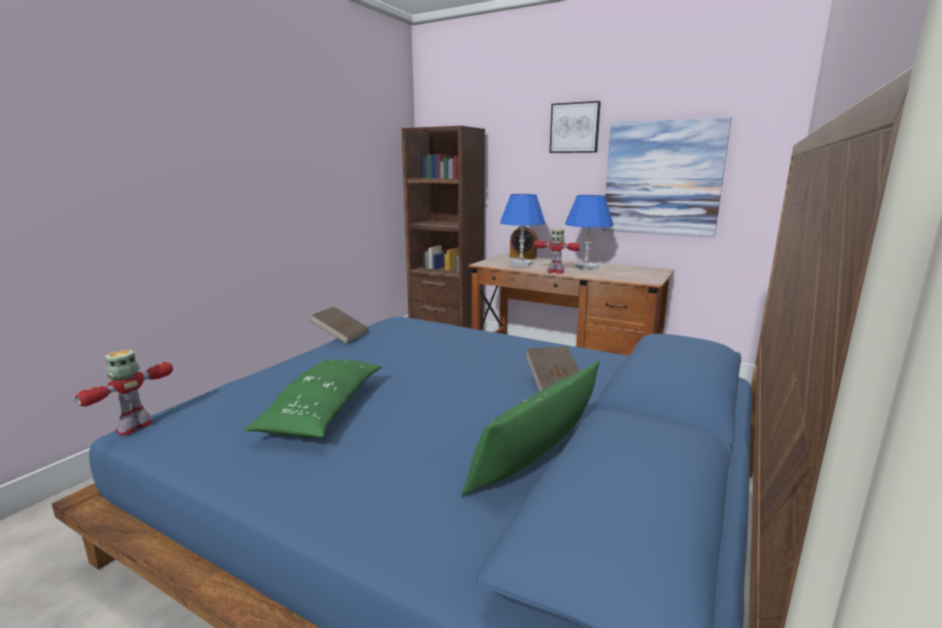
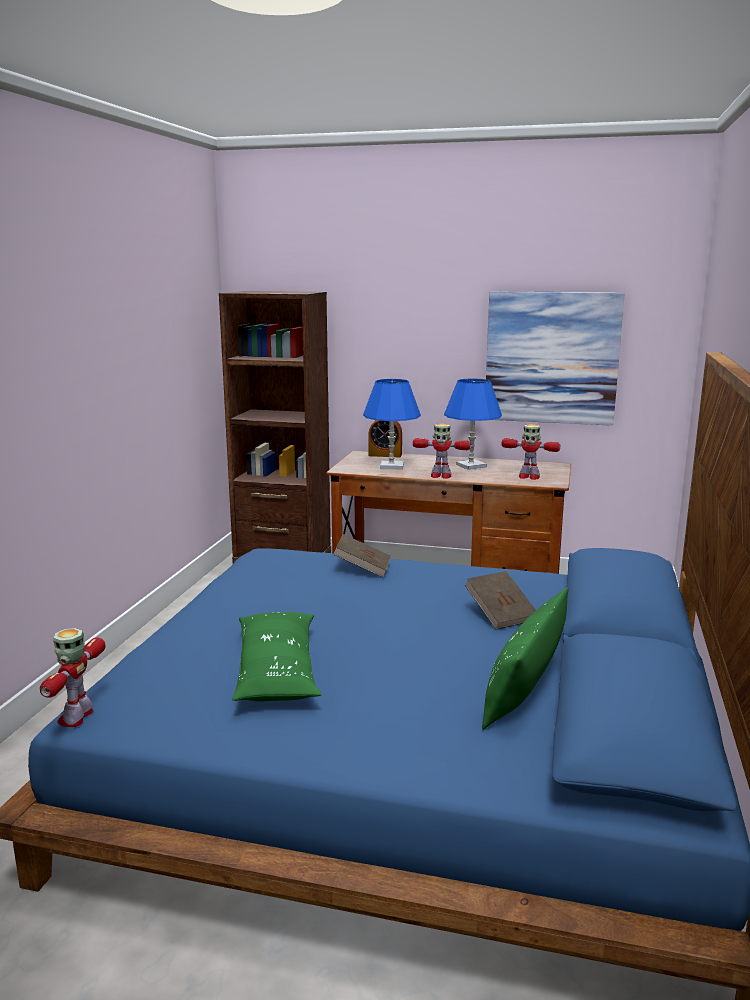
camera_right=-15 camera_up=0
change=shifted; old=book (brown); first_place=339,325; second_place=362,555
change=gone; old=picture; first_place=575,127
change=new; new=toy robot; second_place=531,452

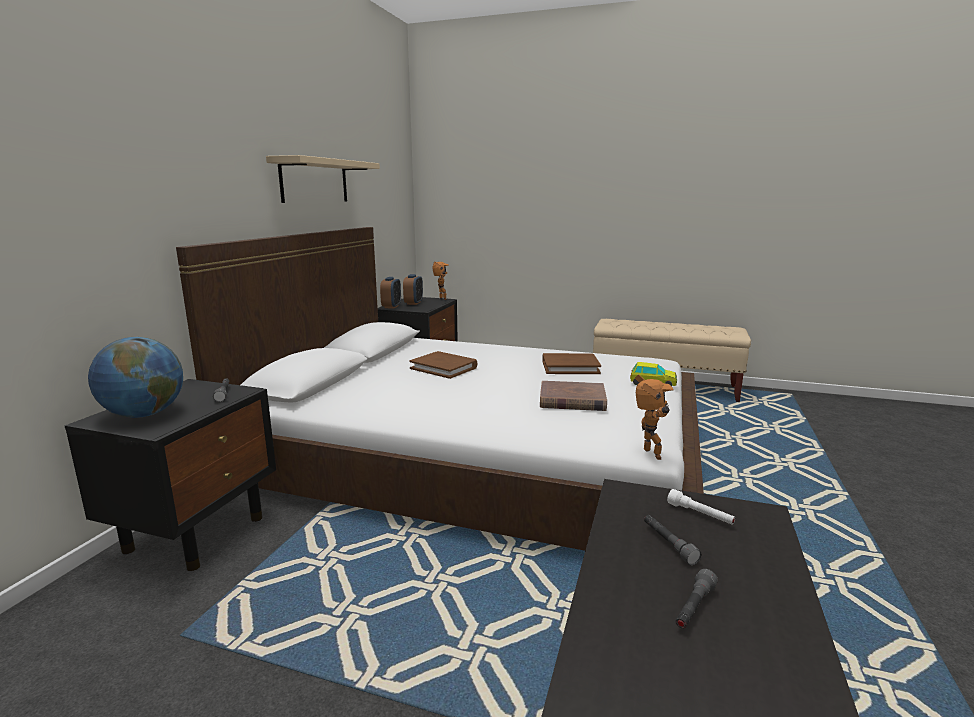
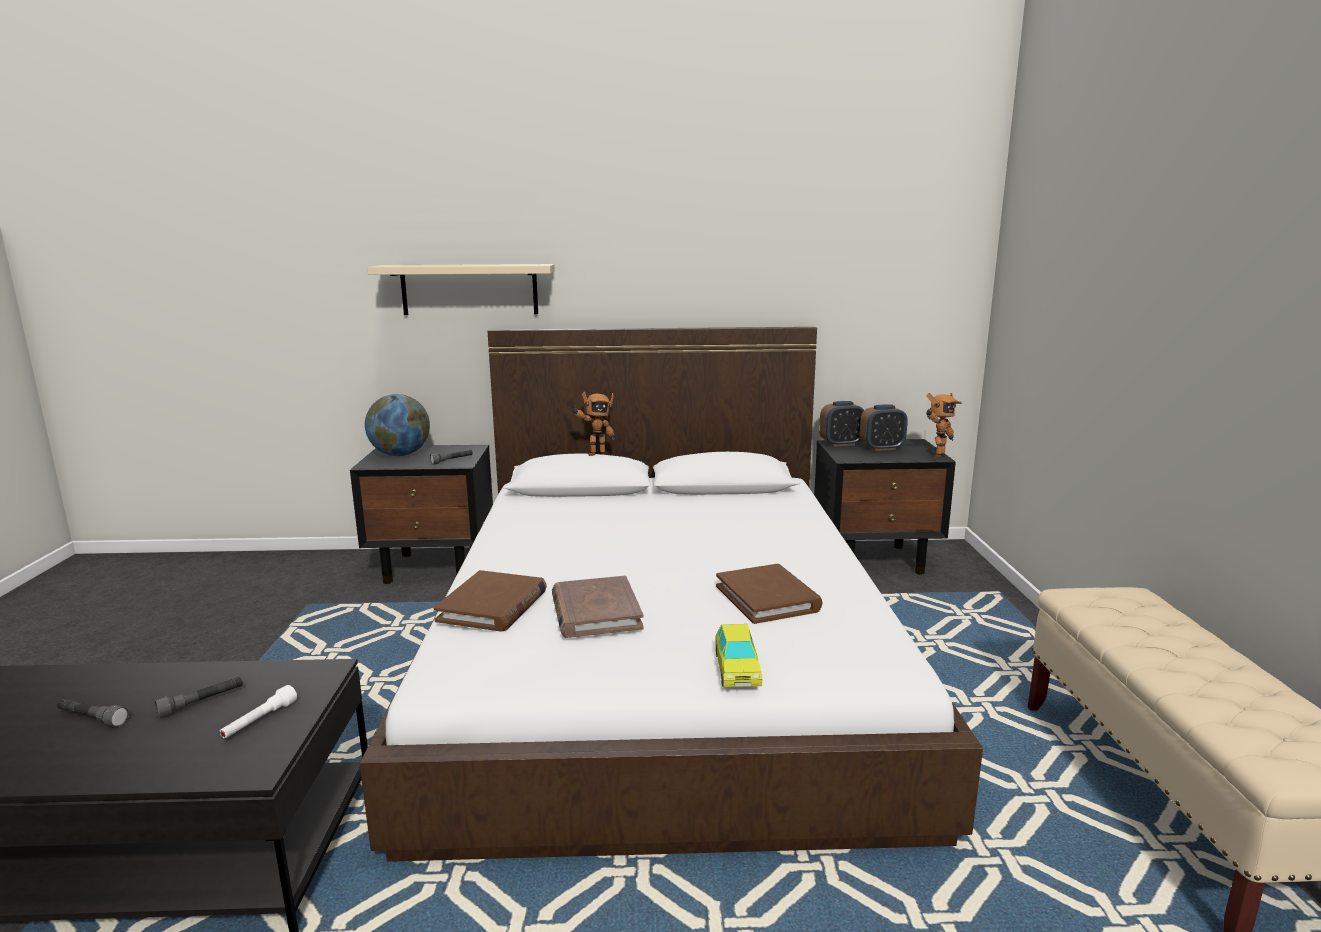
camera_right=70 camera_up=0
change=shifted; old=shelf (beige); first_place=323,179; second_place=461,289
change=shifted; old=book (brown); first_place=443,365; second_place=490,601
change=shifted; old=toy robot; first_place=654,417; second_place=593,424

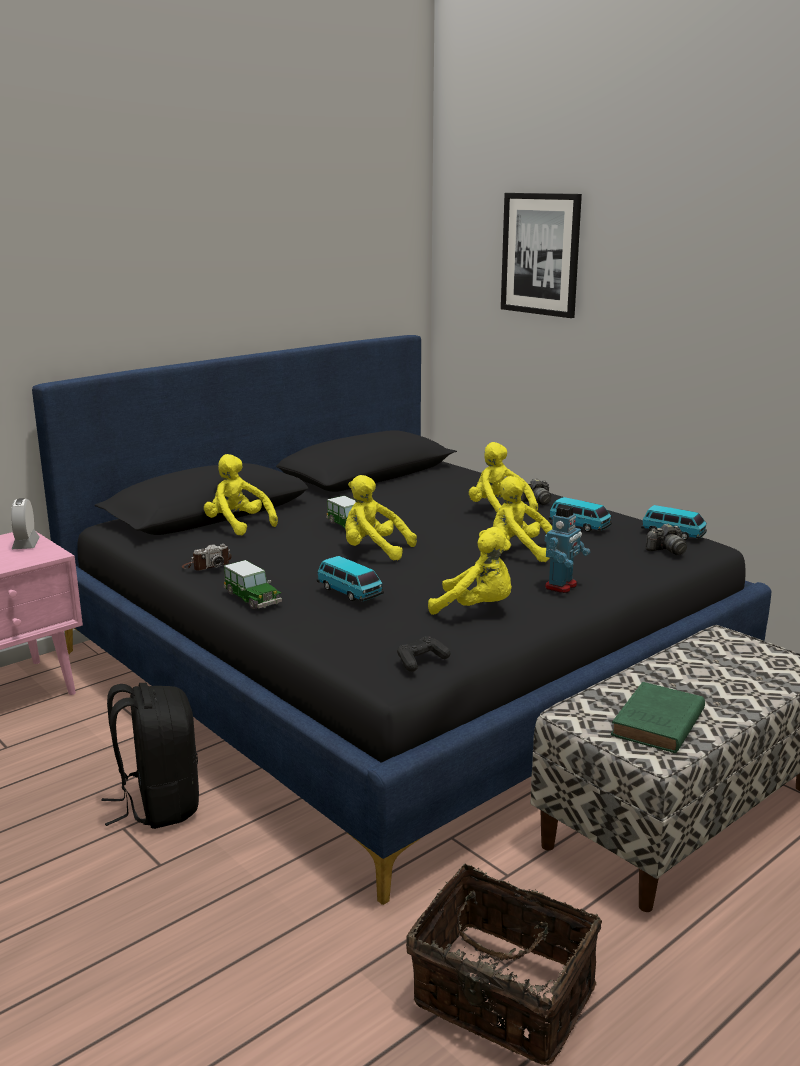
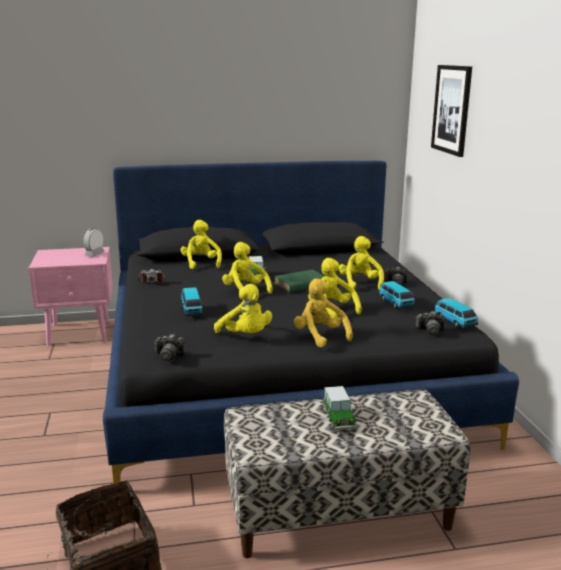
camera_right=30 camera_up=0
change=gone; old=backpack (black); first_place=150,756
change=shifted; old=toy car; first_place=253,584; second_place=340,408
change=swapped; old=game controller (black); new=photo camera; first_place=424,654; second_place=170,347
change=swapped; old=toy robot; new=plush toy (yellow); first_place=567,549; second_place=323,313
change=shifted; old=book (green); first_place=658,717; second_place=299,281

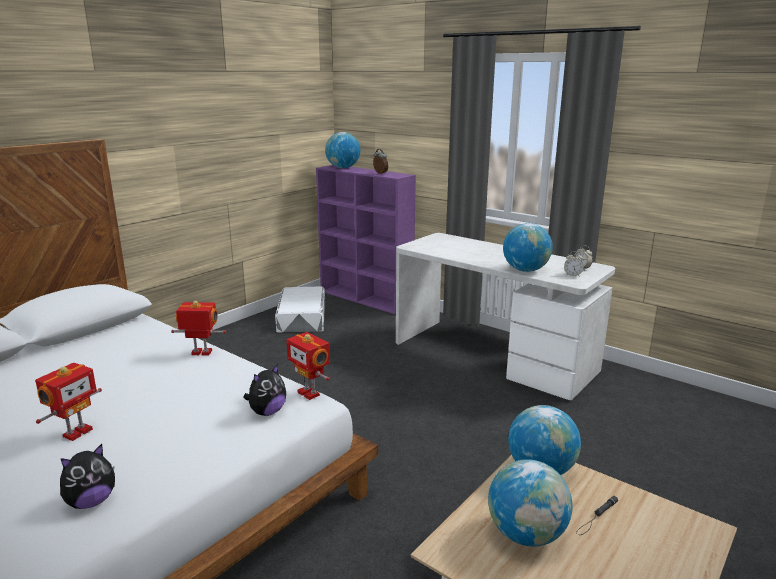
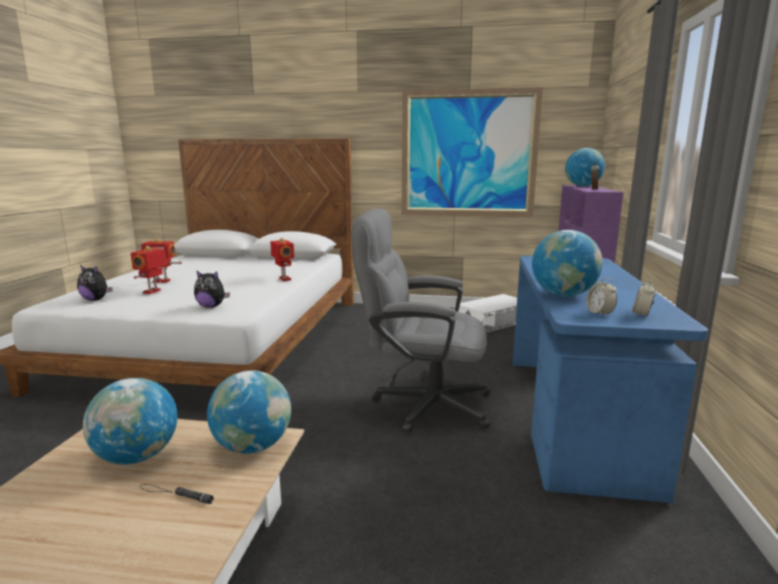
camera_right=60 camera_up=-5
change=shifted; old=toy robot; first_place=308,366; second_place=149,270
change=repainted; old=desk (white); new=desk (blue); first_place=505,316; second_place=610,379
change=new; new=office chair (grey); second_place=420,320
change=new; new=picture; second_place=472,152

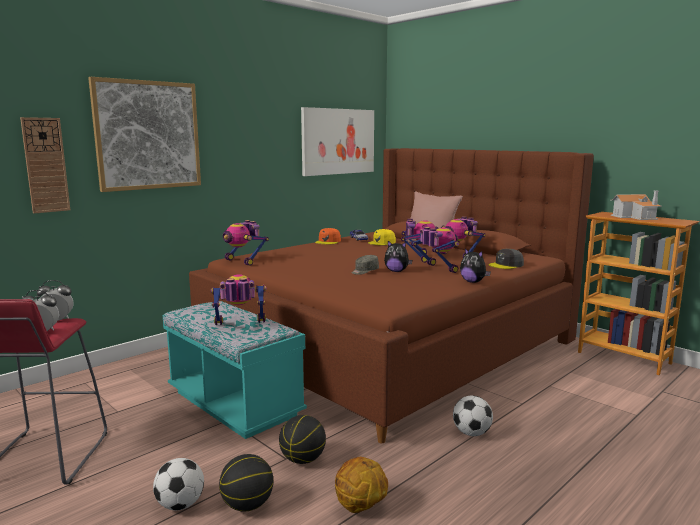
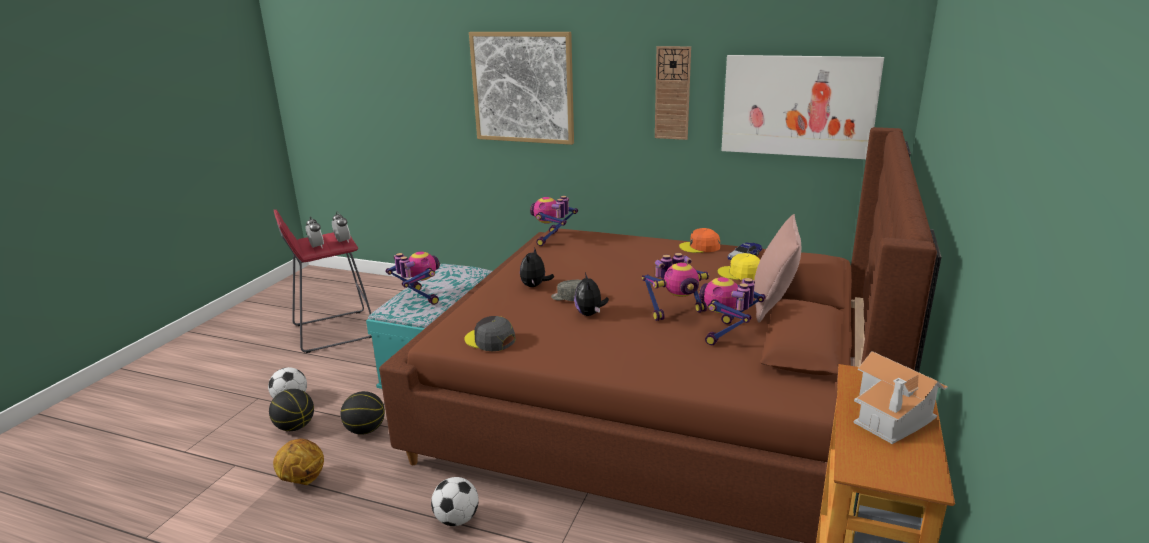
camera_right=65 camera_up=10
change=shifted; old=wall clock; first_place=45,165; second_place=673,93
change=gone; old=toy robot; first_place=435,250
change=shifted; old=plush toy; first_place=475,265; second_place=537,267
change=shifted; old=cap (grey); first_place=506,259; second_place=490,333

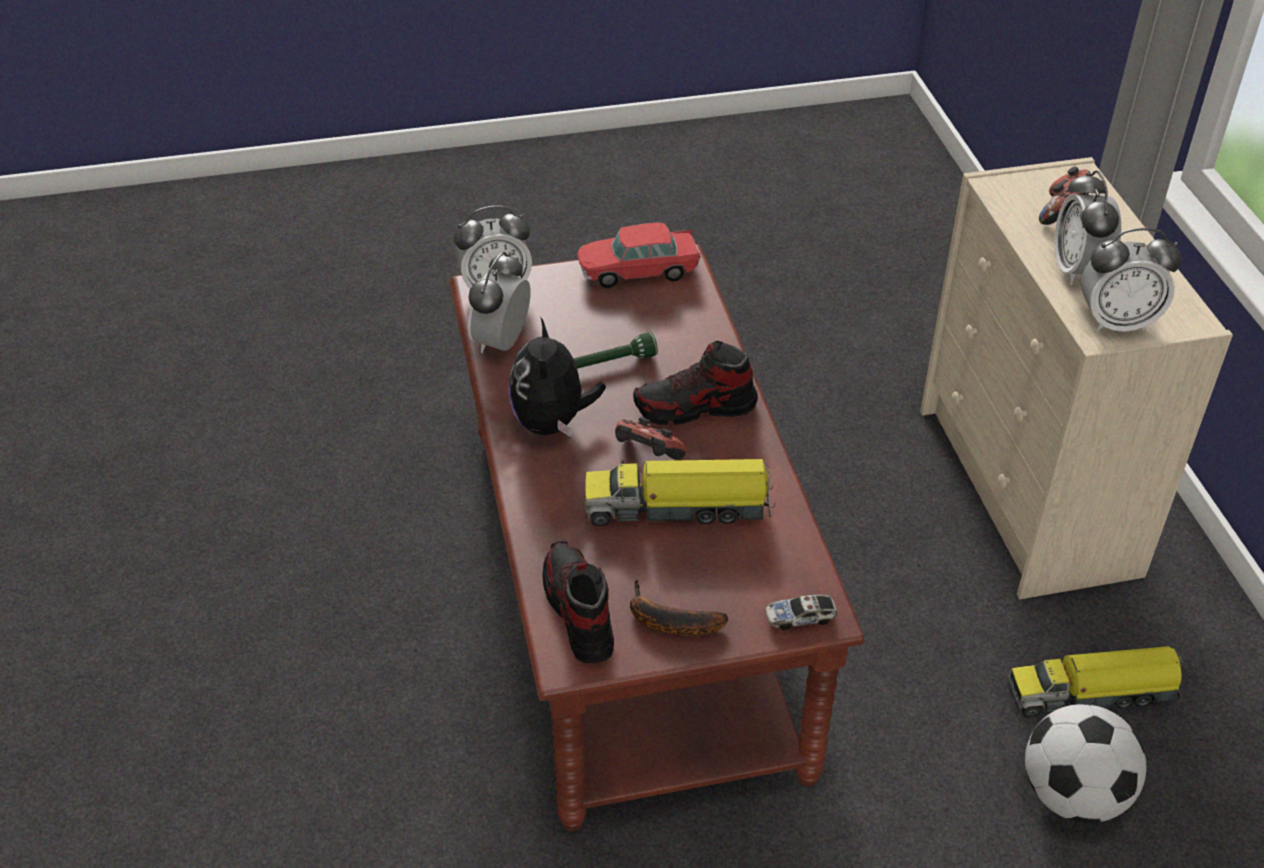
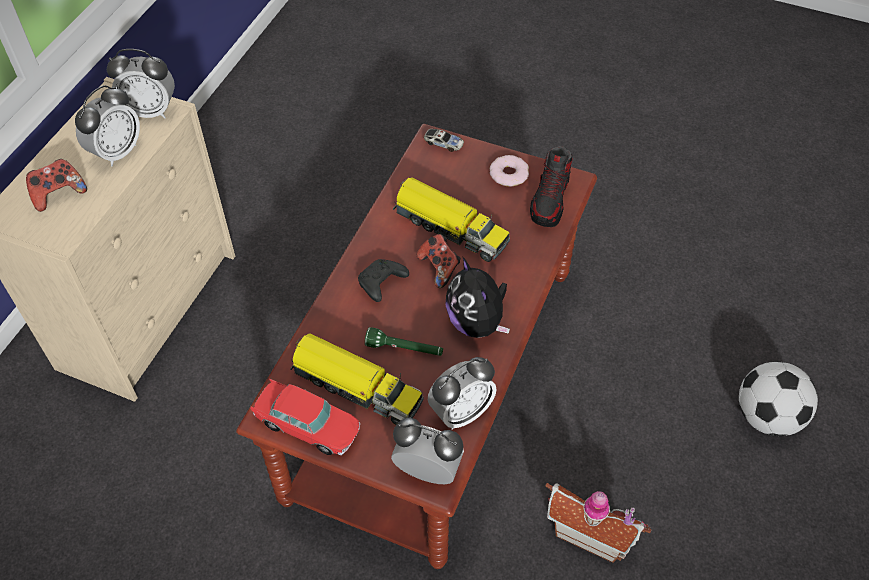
camera_right=-145 camera_up=10
change=rotated; old=plush toy; first_place=557,376; second_place=477,297; degrees=120
change=swapped; old=banana; new=donut; first_place=679,607; second_place=509,171
change=swapped; old=shoe; new=game controller (black); first_place=695,383; second_place=383,280
change=shifted; old=toy truck; first_place=1095,681; second_place=357,379
change=shifted; old=football; first_place=1085,763; second_place=778,398
change=rotated; old=alarm clock; first_place=1131,280; second_place=141,83; degrees=150
change=new; new=toy house; second_place=598,523

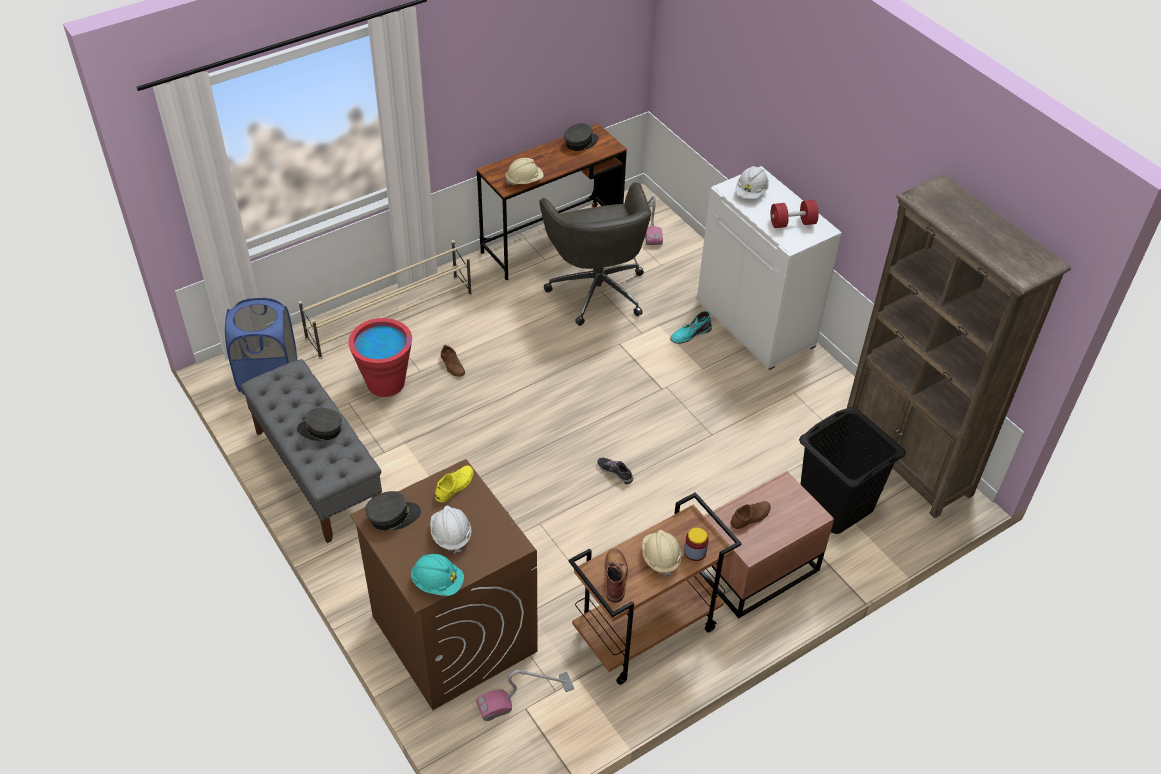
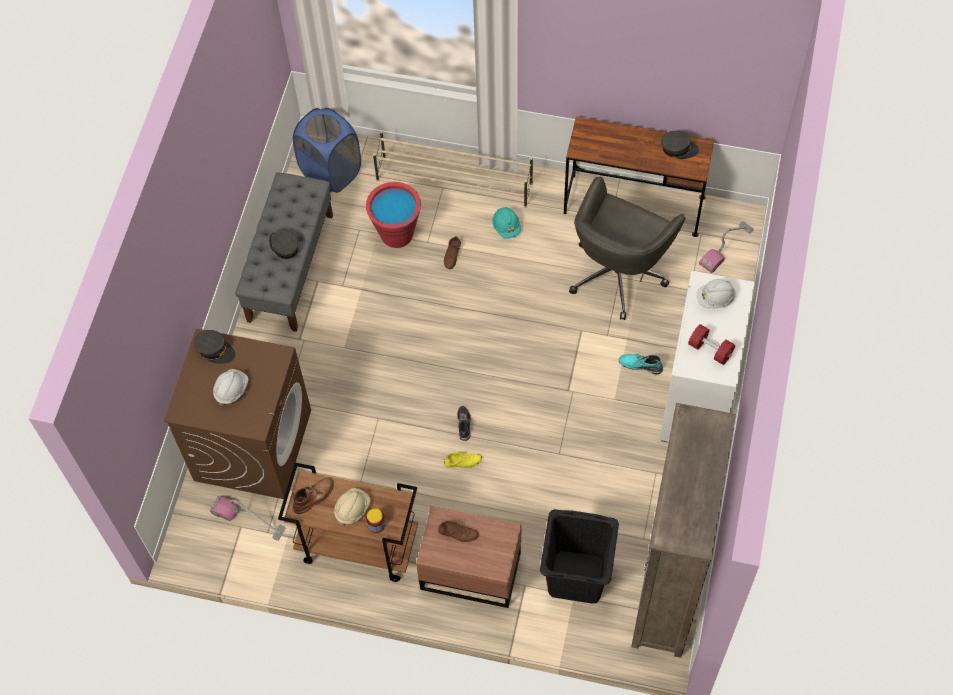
camera_right=50 camera_up=15
change=shifted; old=hard hat (turquoise); first_place=437,575; second_place=506,223
change=shifted; old=shoe (yellow); first_place=454,484; second_place=463,460
change=gone; old=hard hat (beige); first_place=525,171

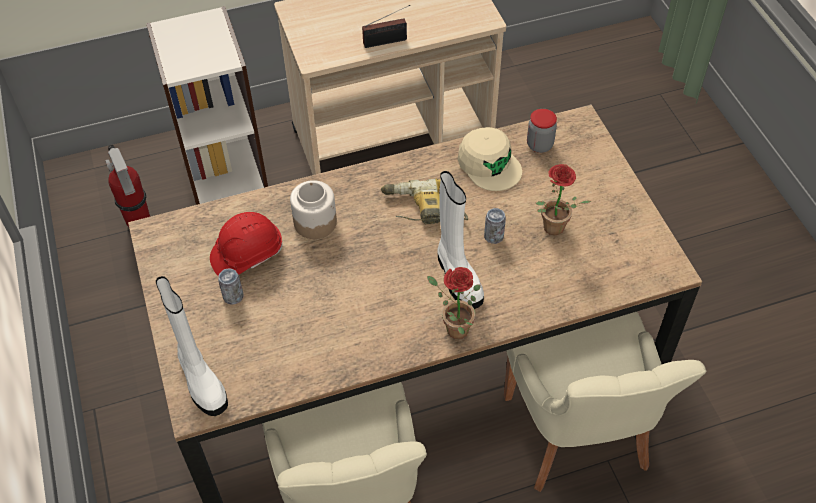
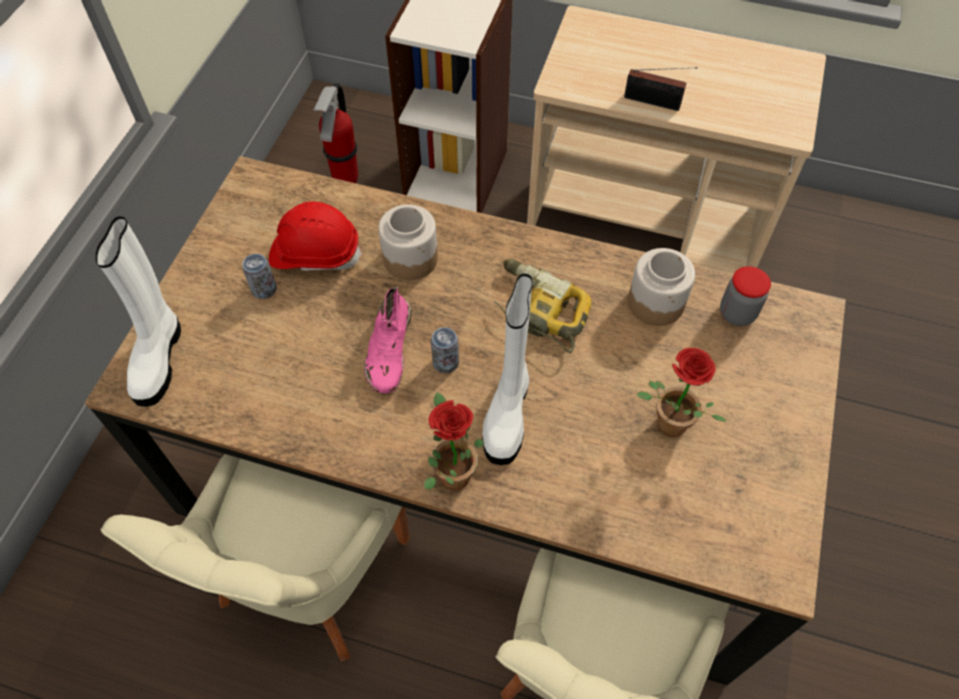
camera_right=35 camera_up=5
change=swapped; old=cap (beige); new=jar; first_place=490,159; second_place=661,287
change=shifted; old=can; first_place=495,226; second_place=445,350
change=new; new=shoe (pink); second_place=388,340

